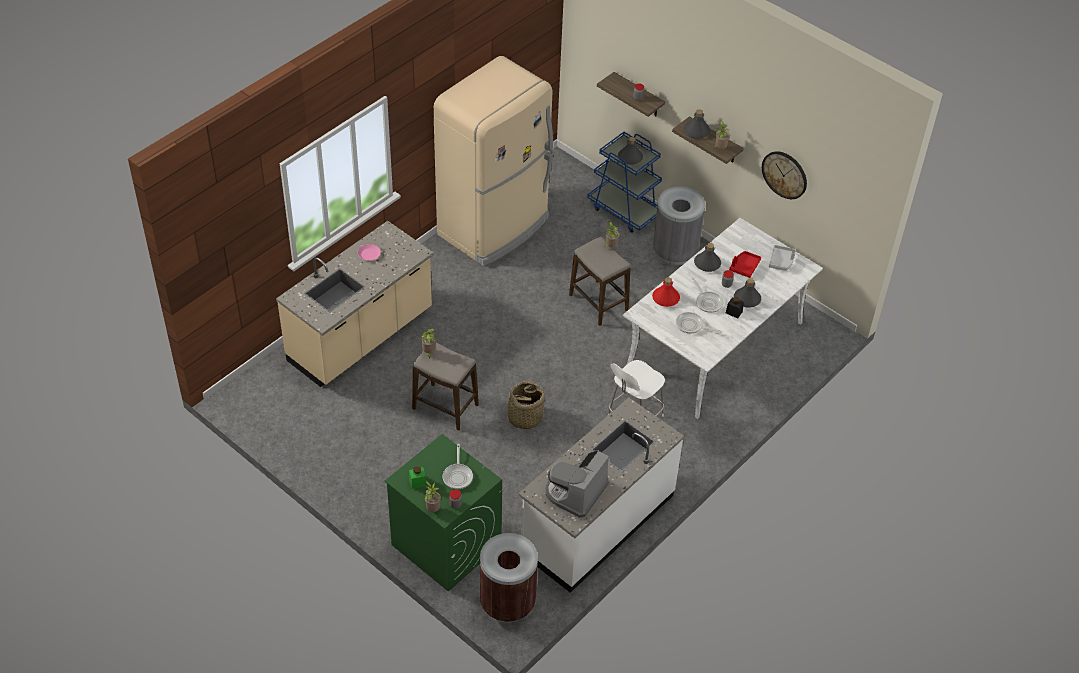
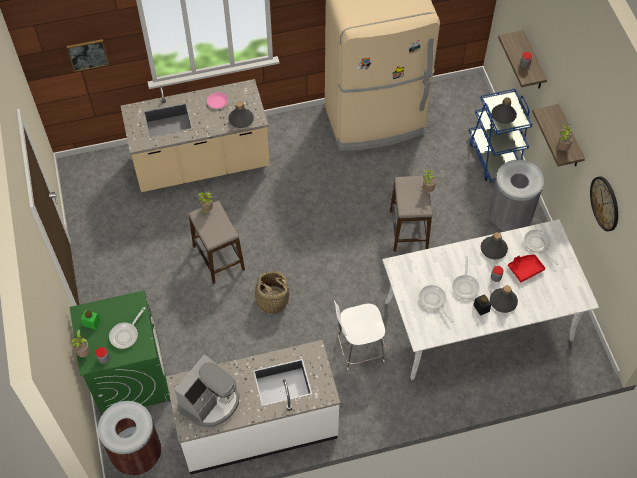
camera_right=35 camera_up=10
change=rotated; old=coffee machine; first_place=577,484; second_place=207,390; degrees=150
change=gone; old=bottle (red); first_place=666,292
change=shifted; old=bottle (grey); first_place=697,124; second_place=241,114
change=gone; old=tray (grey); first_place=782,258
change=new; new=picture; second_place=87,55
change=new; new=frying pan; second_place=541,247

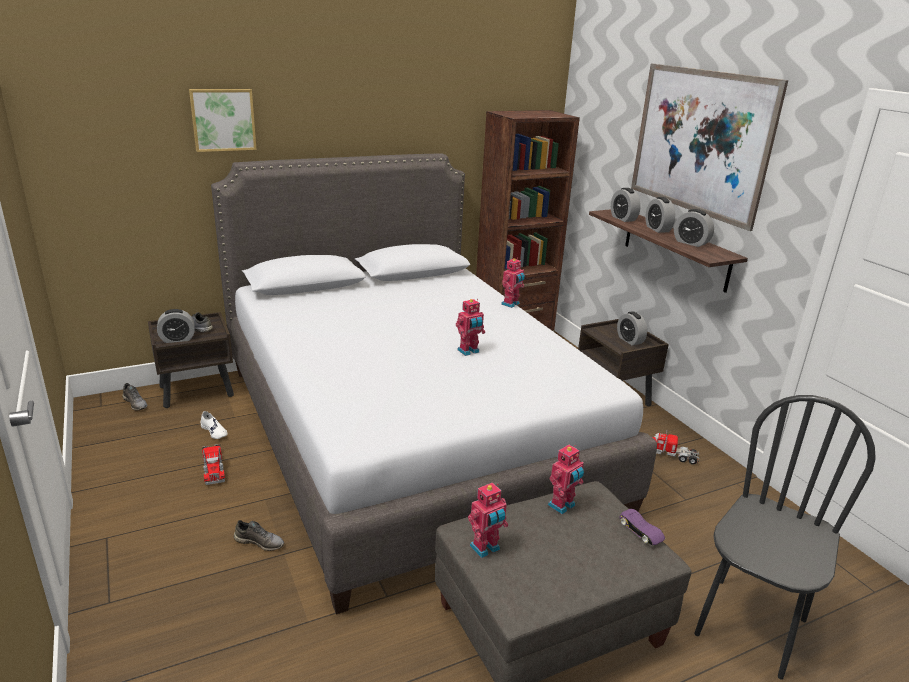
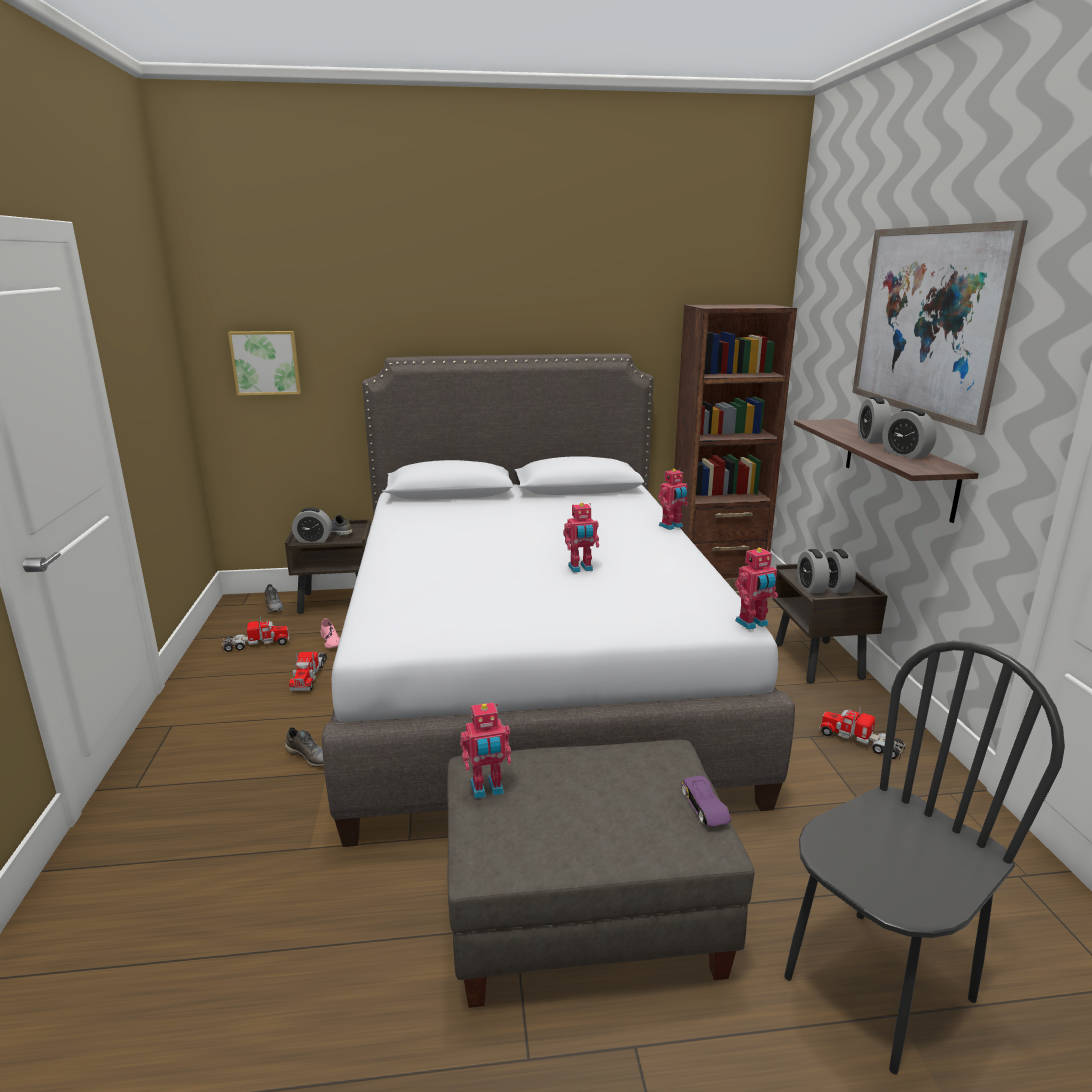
camera_right=20 camera_up=-5
change=shifted; old=picture; first_place=223,120; second_place=264,363
change=repainted; old=shoe (white); new=shoe (pink); first_place=213,425; second_place=330,633
change=shifted; old=toy robot; first_place=566,479; second_place=756,589
change=shifted; old=alarm clock; first_place=626,205; second_place=813,571
change=new; new=toy truck; second_place=256,634

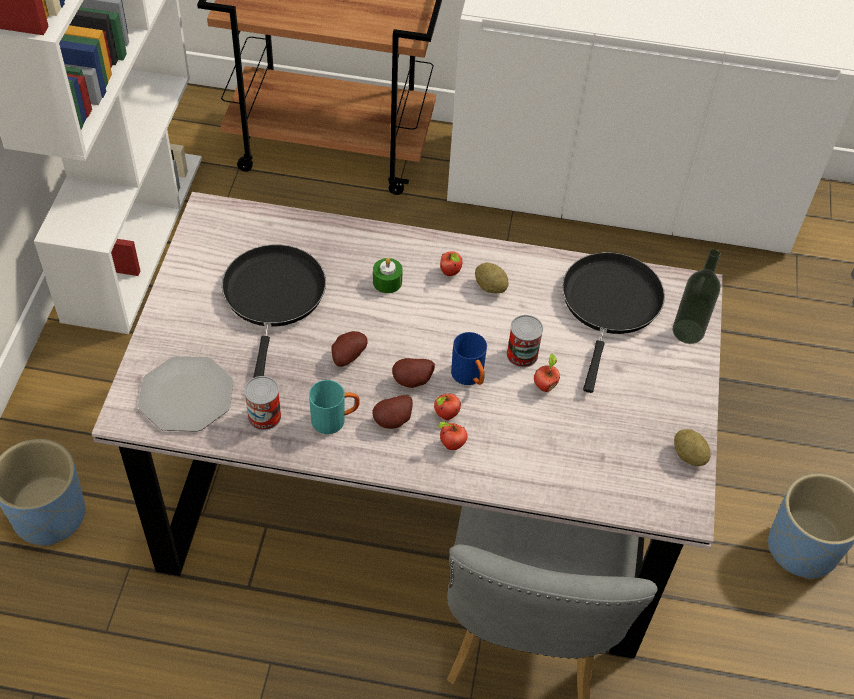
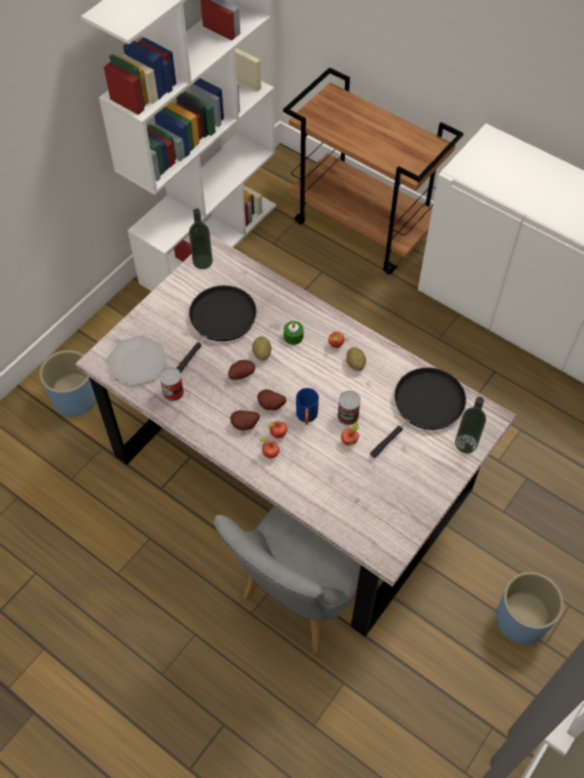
camera_right=30 camera_up=5
change=gone; old=mug (turquoise); first_place=334,407
change=shifted; old=potato; first_place=692,447; second_place=261,348
change=new; new=bottle; second_place=201,238

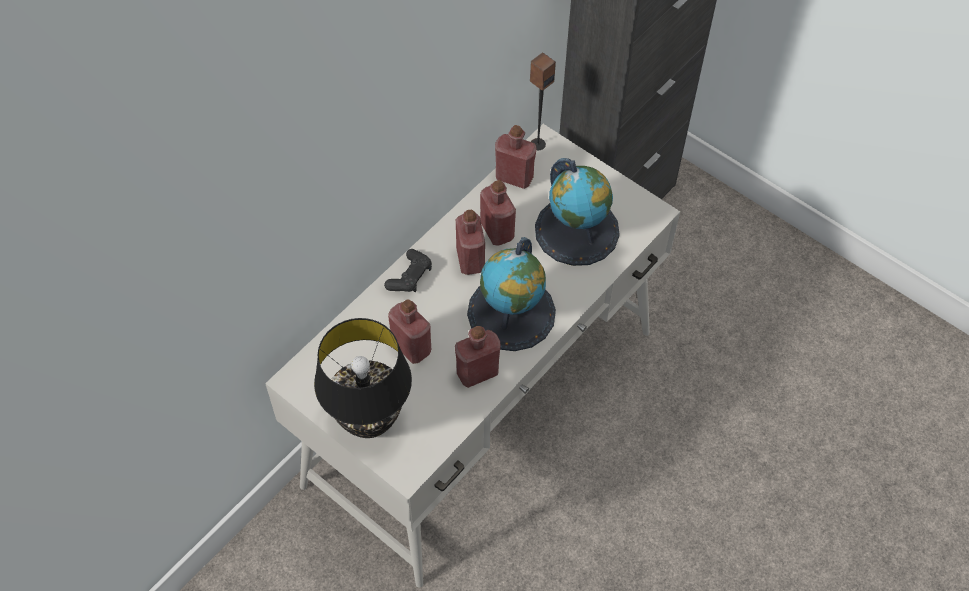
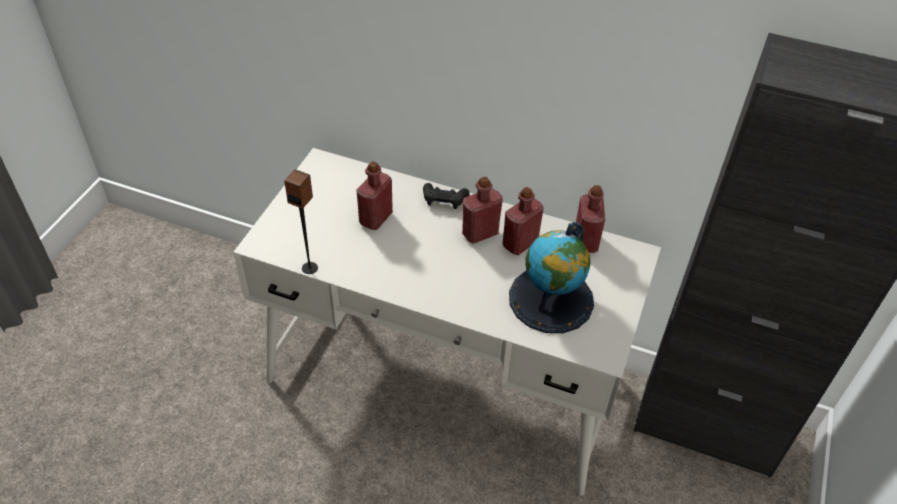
camera_right=70 camera_up=-10
change=gone; old=table lamp (black); first_place=363,378
change=gone; old=bottle (red); first_place=478,357
change=gone; old=globe; first_place=511,294
change=shifted; old=speaker; first_place=543,101; second_place=301,221

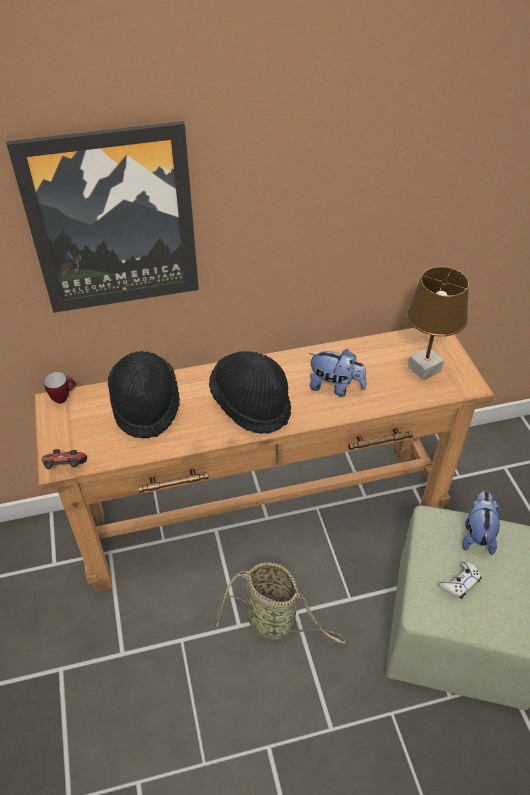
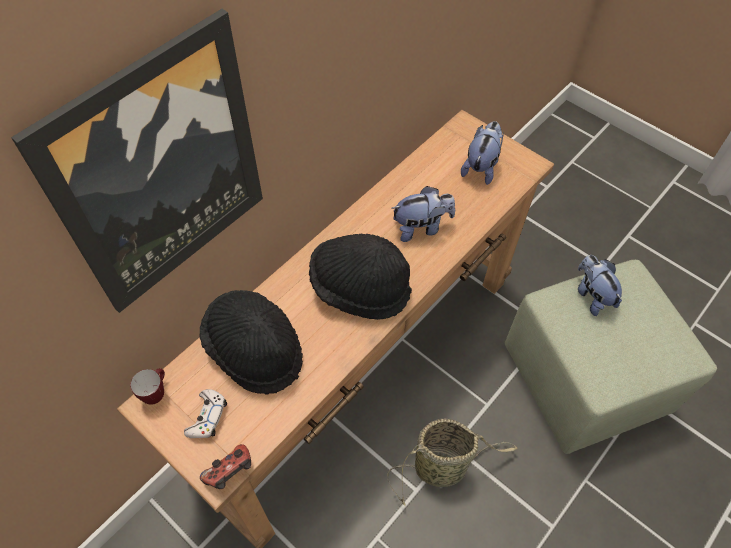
camera_right=-35 camera_up=10
change=swapped; old=table lamp (brown); new=plush toy; first_place=437,323; second_place=482,153
change=shifted; old=game controller (white); first_place=460,580; second_place=205,413

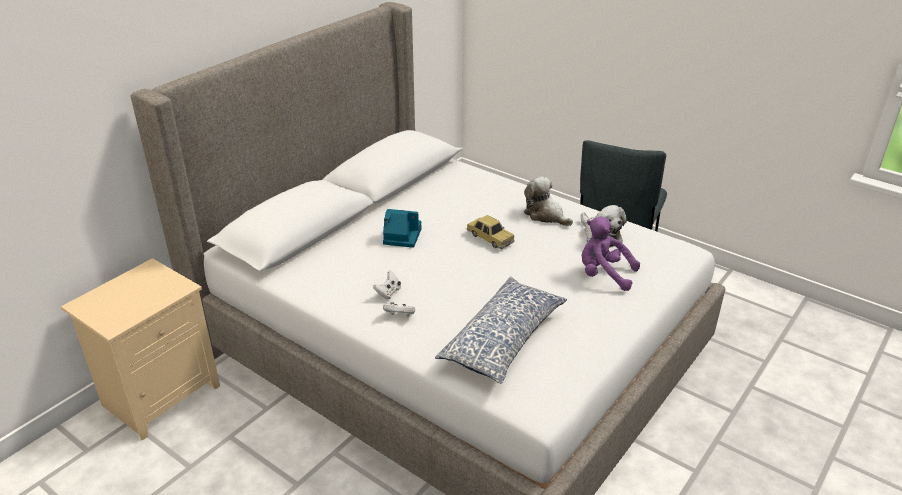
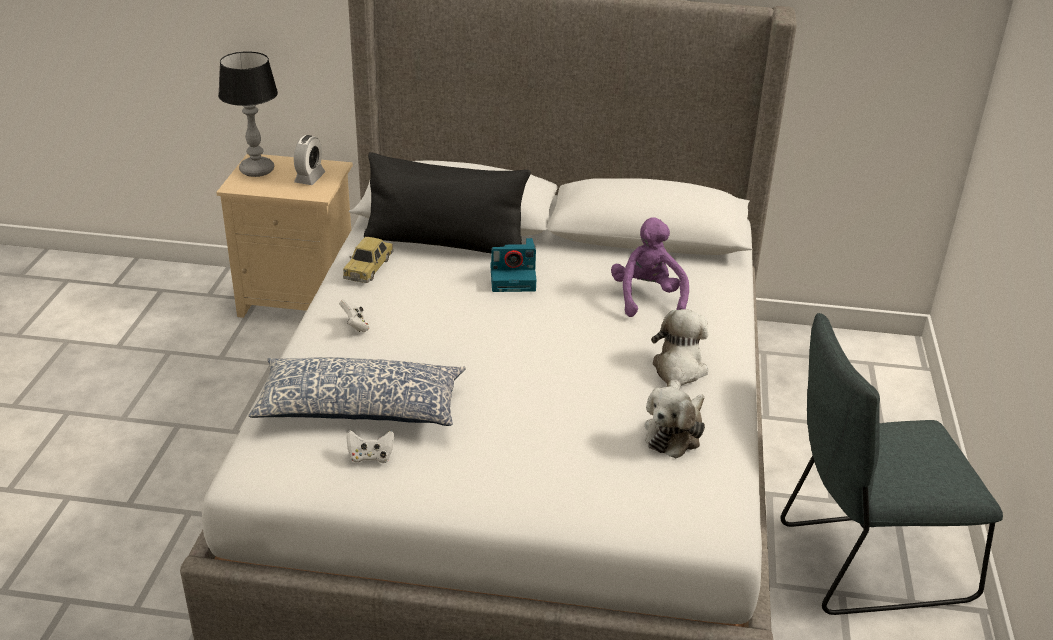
camera_right=60 camera_up=0
change=shifted; old=game controller (white); first_place=387,285; second_place=370,446
change=rotated; old=photo camera; first_place=402,228; second_place=514,265; degrees=105
change=shifted; old=toy car; first_place=490,232; second_place=368,260
change=shifted; old=plush toy (purple); first_place=611,253; second_place=650,267
change=new; new=table lamp; second_place=248,114
change=new; new=alarm clock; second_place=309,160
change=new; new=pillow (black); second_place=447,202

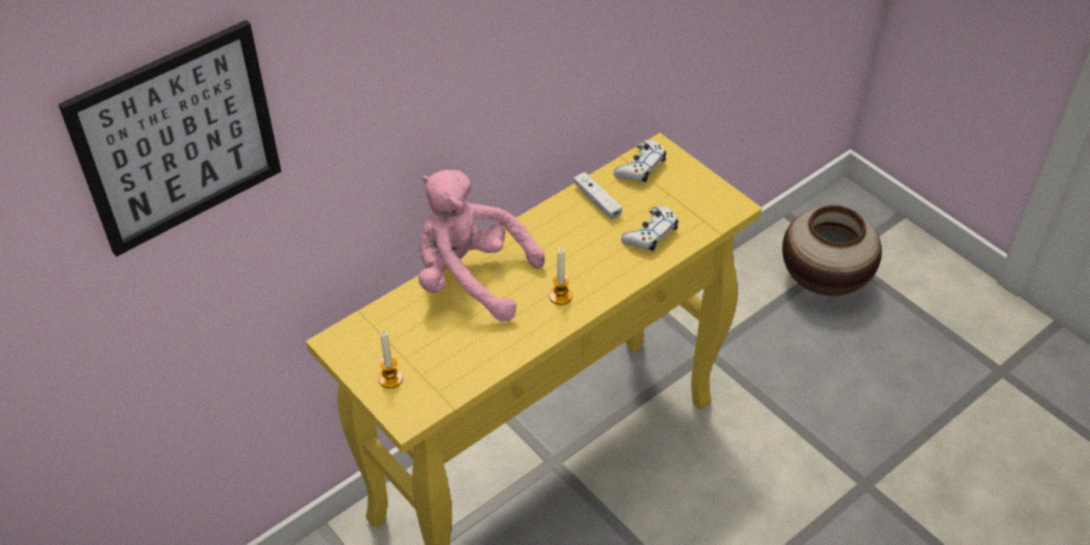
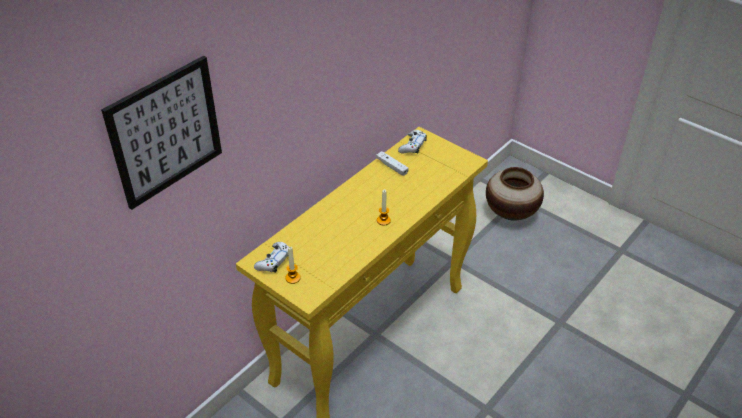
camera_right=-10 camera_up=-5
change=gone; old=plush toy (pink); first_place=482,245
change=shifted; old=game controller (white); first_place=649,228; second_place=271,257

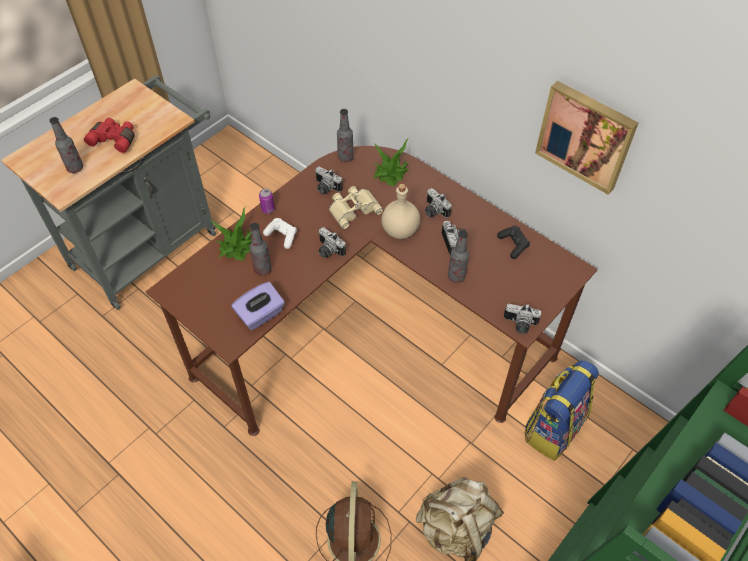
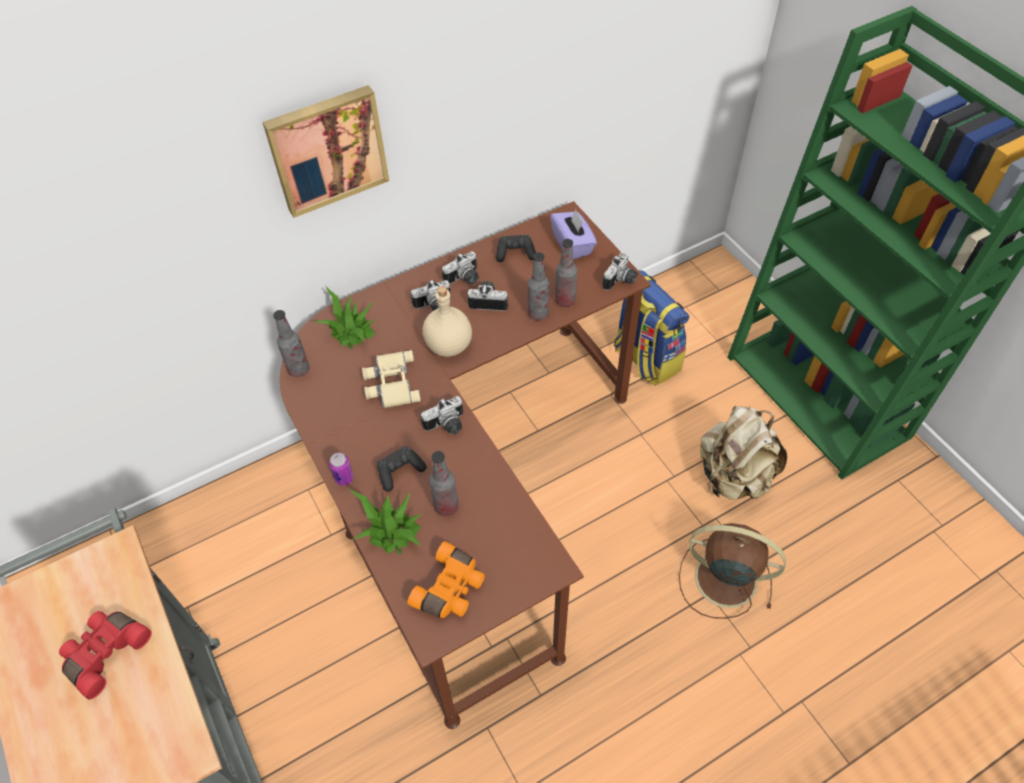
camera_right=-70 camera_up=0
change=shifted; old=bottle; first_place=66,145; second_place=566,273
change=shifted; old=tissue box (purple); first_place=258,306; second_place=573,234
change=repainted; old=game controller (white); new=game controller (black); first_place=280,233; second_place=401,469
change=shifted; old=photo camera; first_place=328,180; second_place=460,268
change=shifted; old=picture; first_place=587,138; second_place=325,151
change=new; new=binoculars (orange); second_place=446,579

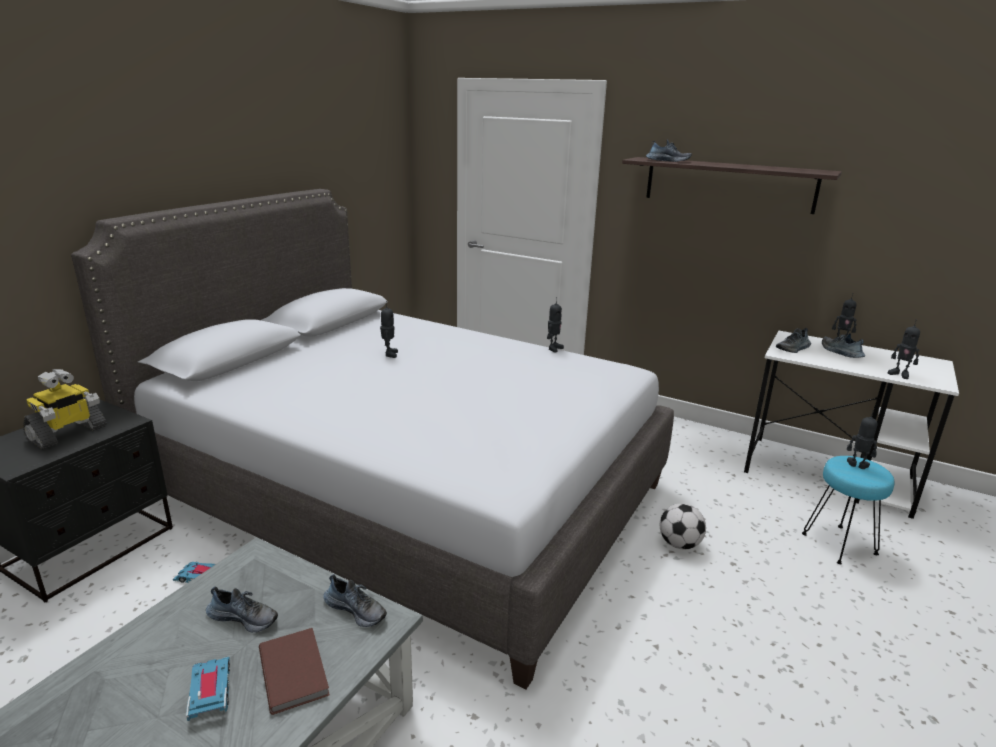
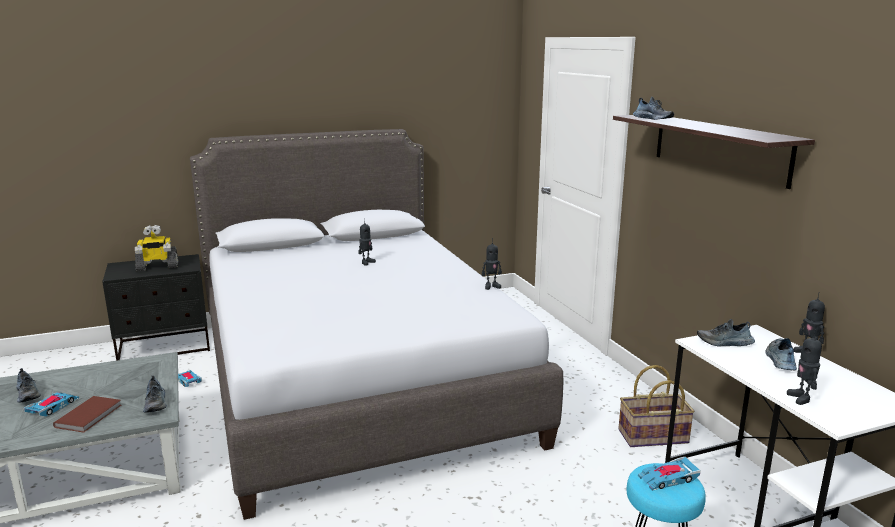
camera_right=40 camera_up=-5
change=shifted; old=shoe; first_place=242,609; second_place=28,385
change=gone; old=football; first_place=683,526
change=swapped; old=toy robot; new=toy car; first_place=862,439; second_place=669,474
change=new; new=basket; second_place=656,406

